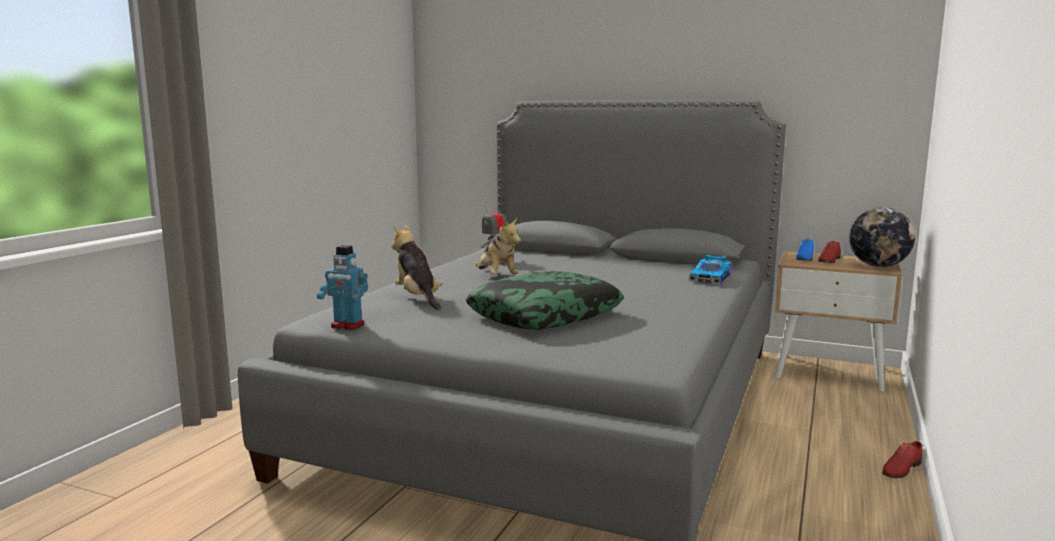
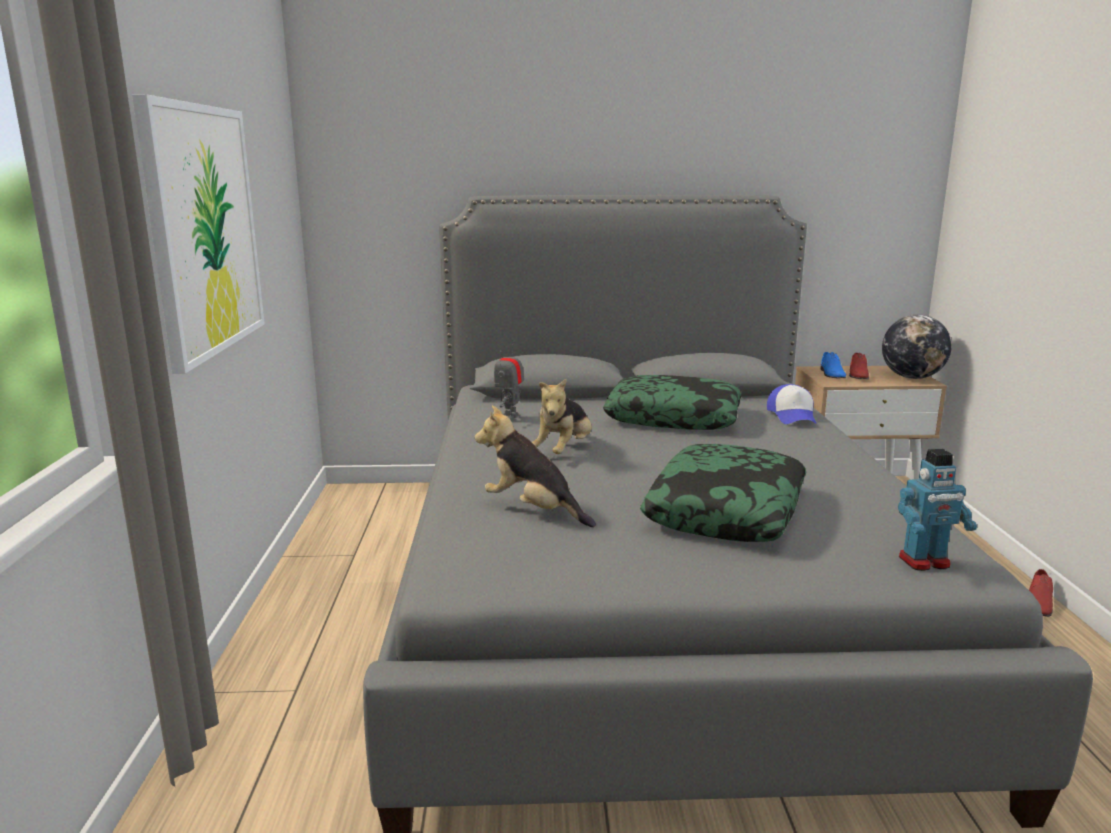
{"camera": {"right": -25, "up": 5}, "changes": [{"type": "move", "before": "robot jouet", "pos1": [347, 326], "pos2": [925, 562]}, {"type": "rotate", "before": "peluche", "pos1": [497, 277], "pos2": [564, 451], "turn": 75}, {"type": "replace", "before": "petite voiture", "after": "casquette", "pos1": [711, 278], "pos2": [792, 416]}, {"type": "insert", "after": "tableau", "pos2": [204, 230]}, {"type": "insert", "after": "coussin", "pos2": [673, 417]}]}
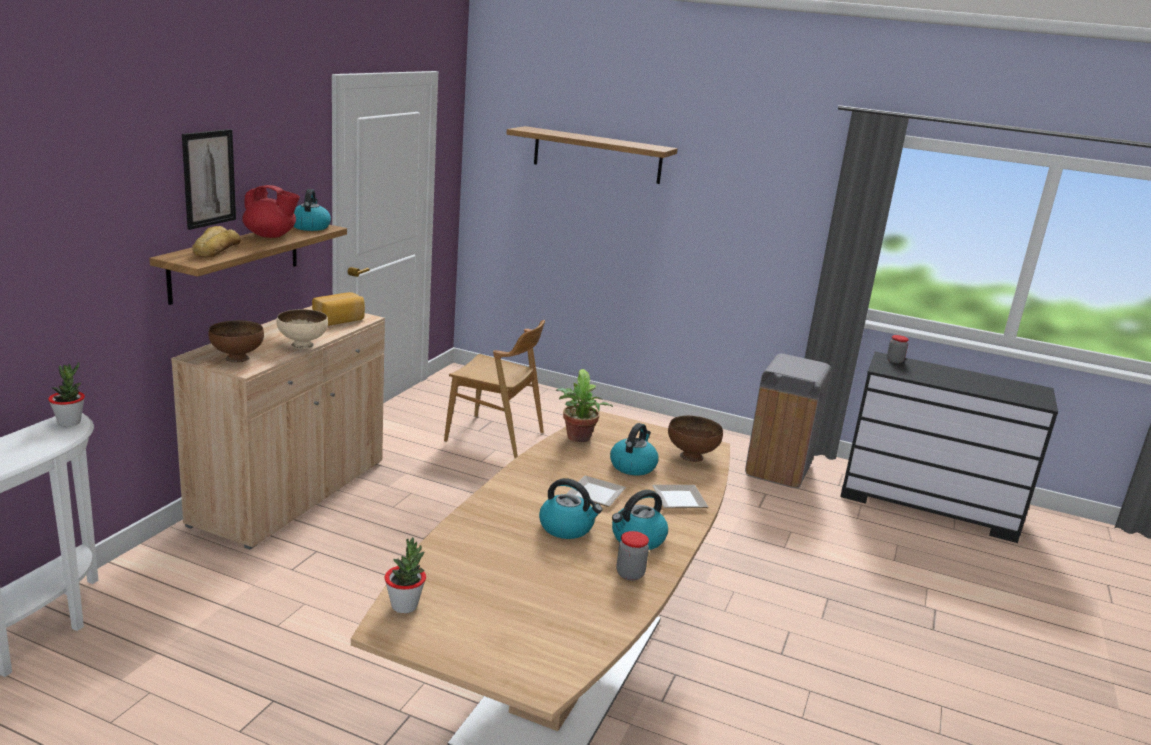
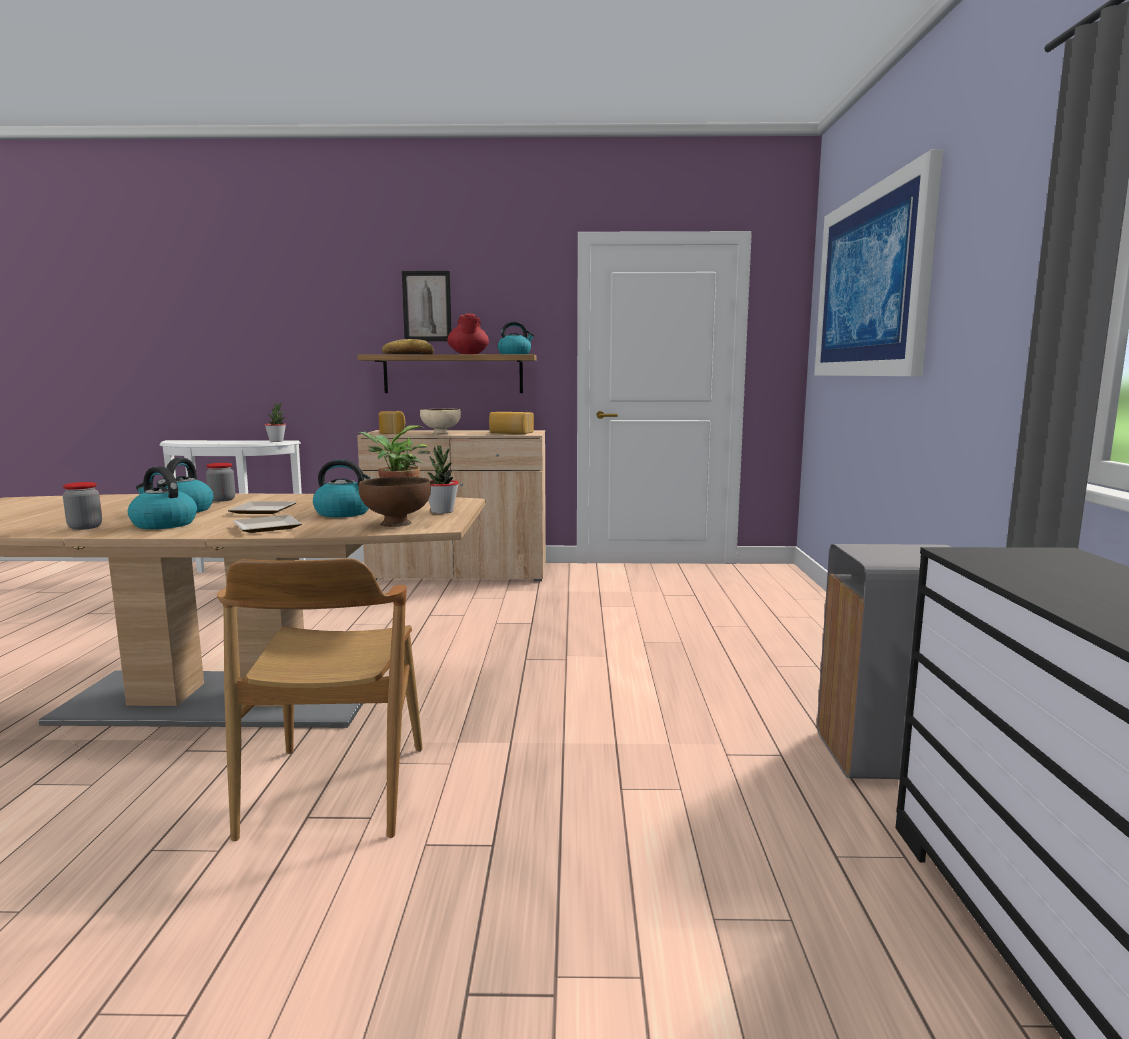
{"camera": {"right": 70, "up": -10}, "changes": [{"type": "replace", "before": "bol/marron", "after": "pain", "pos1": [238, 358], "pos2": [393, 432]}, {"type": "move", "before": "plante en pot", "pos1": [404, 606], "pos2": [442, 511]}, {"type": "move", "before": "chaise/marron", "pos1": [495, 437], "pos2": [335, 791]}, {"type": "replace", "before": "étagère", "after": "tableau", "pos1": [597, 155], "pos2": [871, 284]}, {"type": "move", "before": "bocal", "pos1": [894, 361], "pos2": [222, 500]}]}
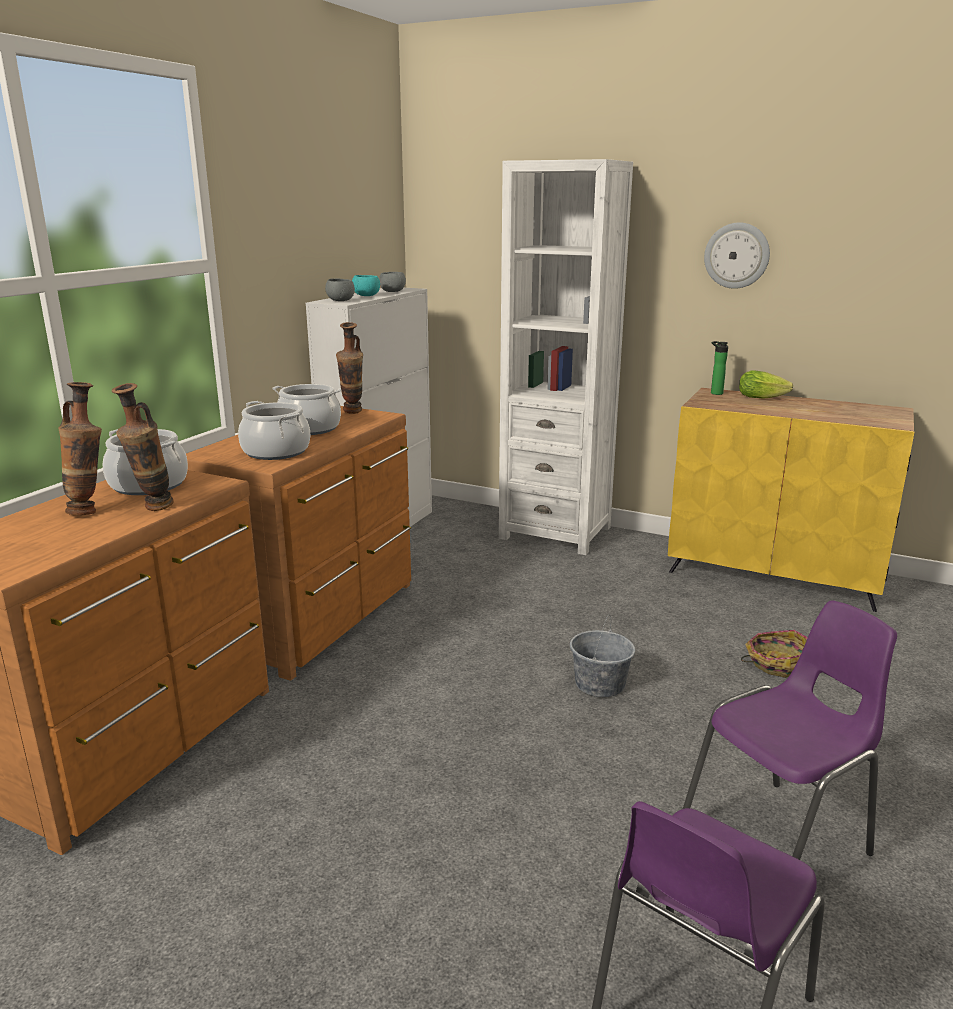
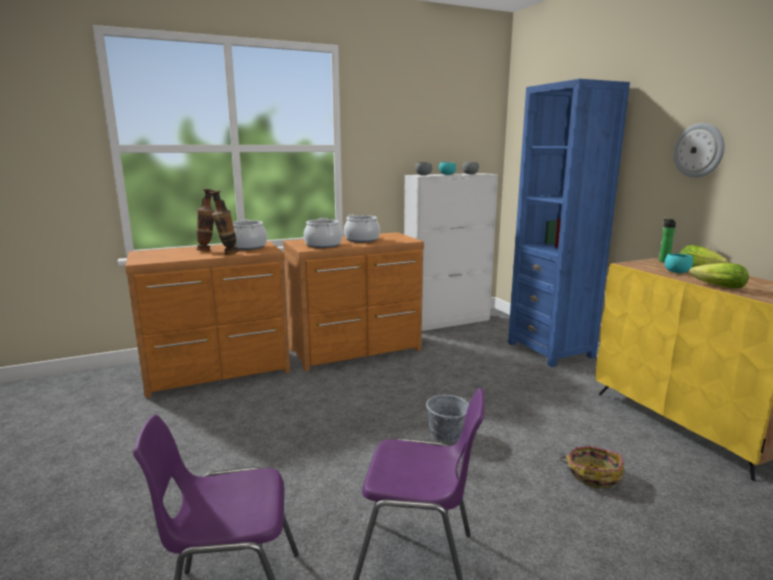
{"camera": {"right": 40, "up": -5}, "changes": [{"type": "delete", "before": "vase", "pos1": [352, 413]}, {"type": "recolor", "before": "bibliothèque/blanc", "after": "bibliothèque/bleu", "pos1": [555, 532], "pos2": [550, 350]}, {"type": "insert", "after": "bol/turquoise", "pos2": [677, 272]}, {"type": "insert", "after": "laitue", "pos2": [715, 286]}]}
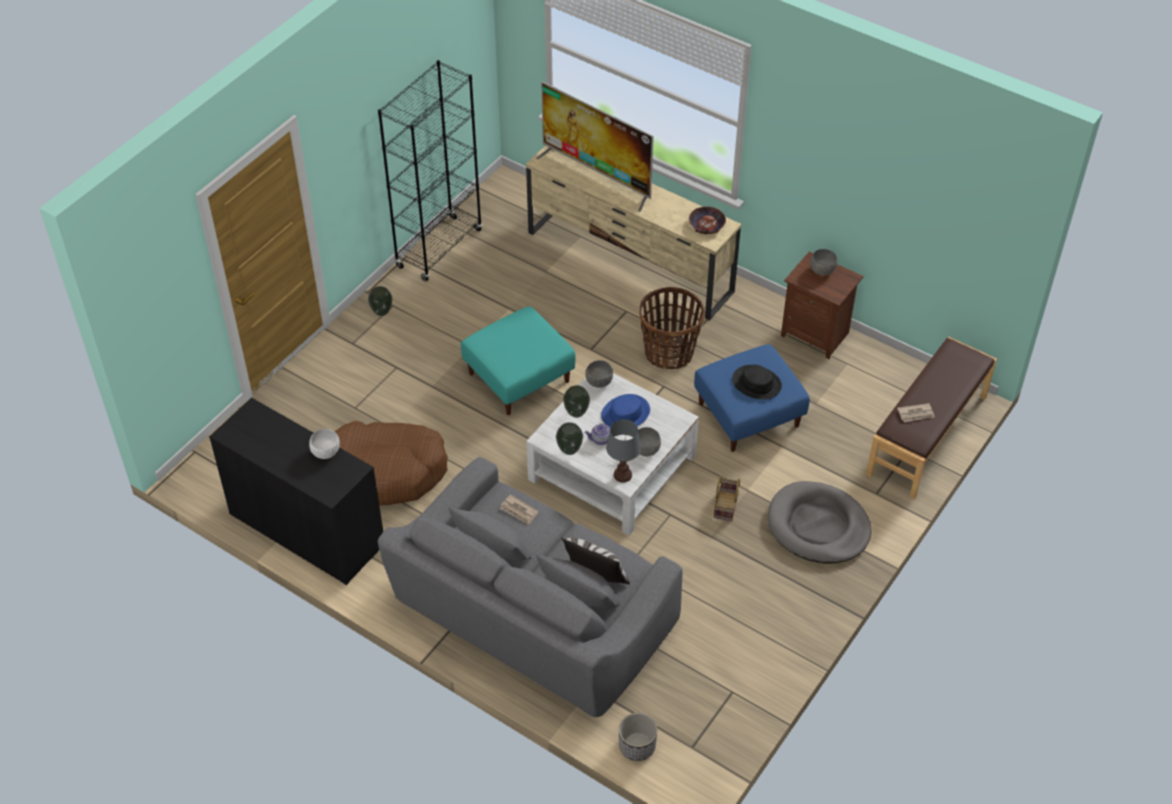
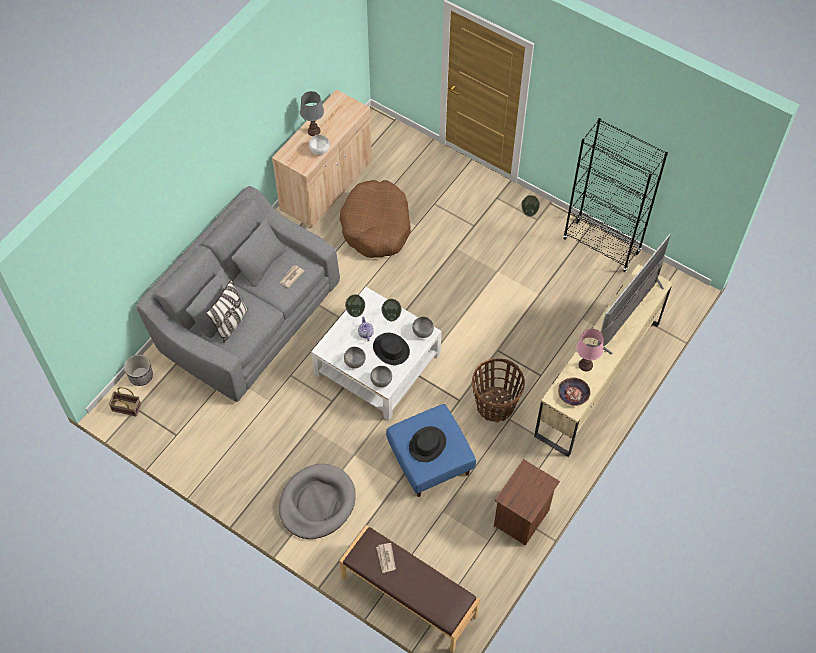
{"camera": {"right": 90, "up": 10}, "changes": [{"type": "recolor", "before": "meuble de rangement/noir", "after": "meuble de rangement/beige", "pos1": [307, 530], "pos2": [326, 186]}, {"type": "delete", "before": "pouf/turquoise", "pos1": [519, 377]}, {"type": "recolor", "before": "chapeau/bleu", "after": "chapeau/noir", "pos1": [625, 413], "pos2": [391, 349]}, {"type": "move", "before": "lampe de table/gris", "pos1": [622, 475], "pos2": [313, 131]}, {"type": "move", "before": "panier", "pos1": [726, 507], "pos2": [125, 408]}, {"type": "move", "before": "bol/gris", "pos1": [822, 270], "pos2": [381, 381]}, {"type": "insert", "after": "lampe de table/rose", "pos2": [586, 365]}]}
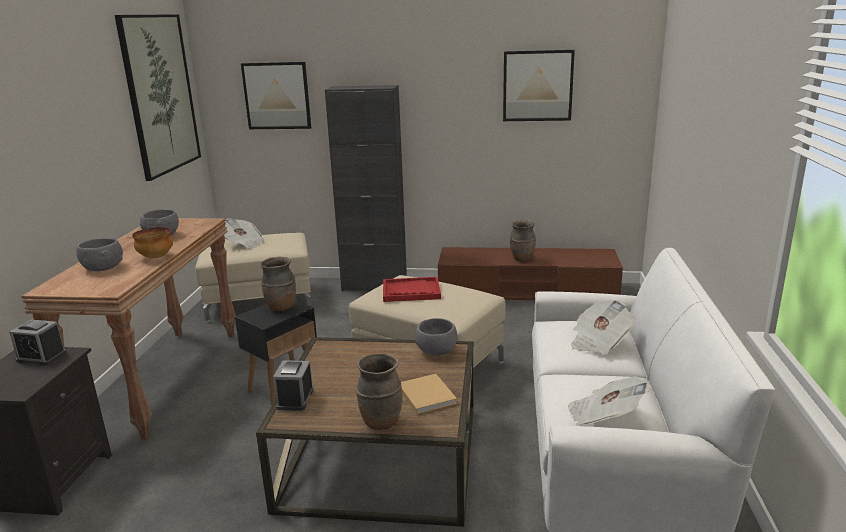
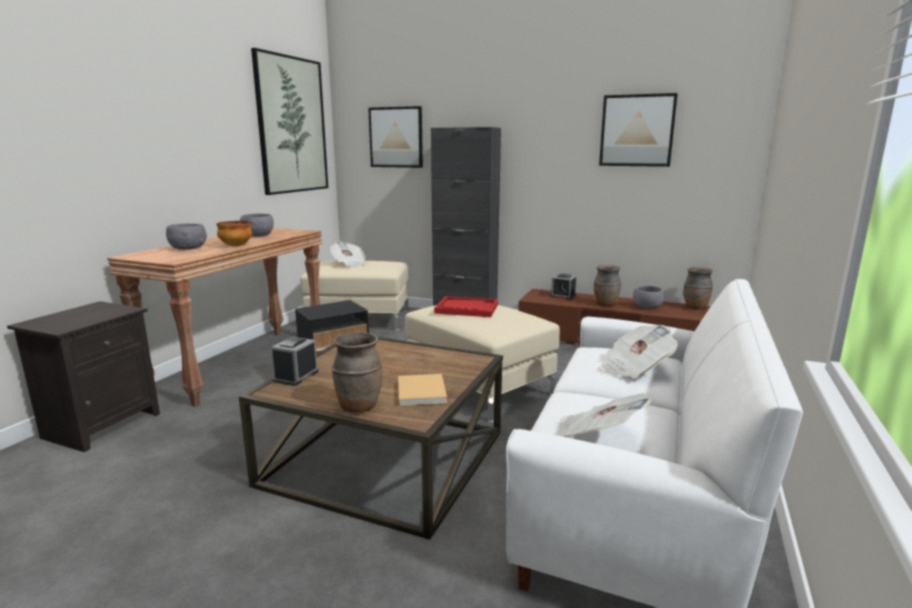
{"camera": {"right": 15, "up": -5}, "changes": [{"type": "move", "before": "réveil", "pos1": [41, 357], "pos2": [563, 296]}, {"type": "move", "before": "vase/marron", "pos1": [281, 308], "pos2": [695, 307]}, {"type": "move", "before": "bol/gris", "pos1": [436, 351], "pos2": [646, 307]}]}
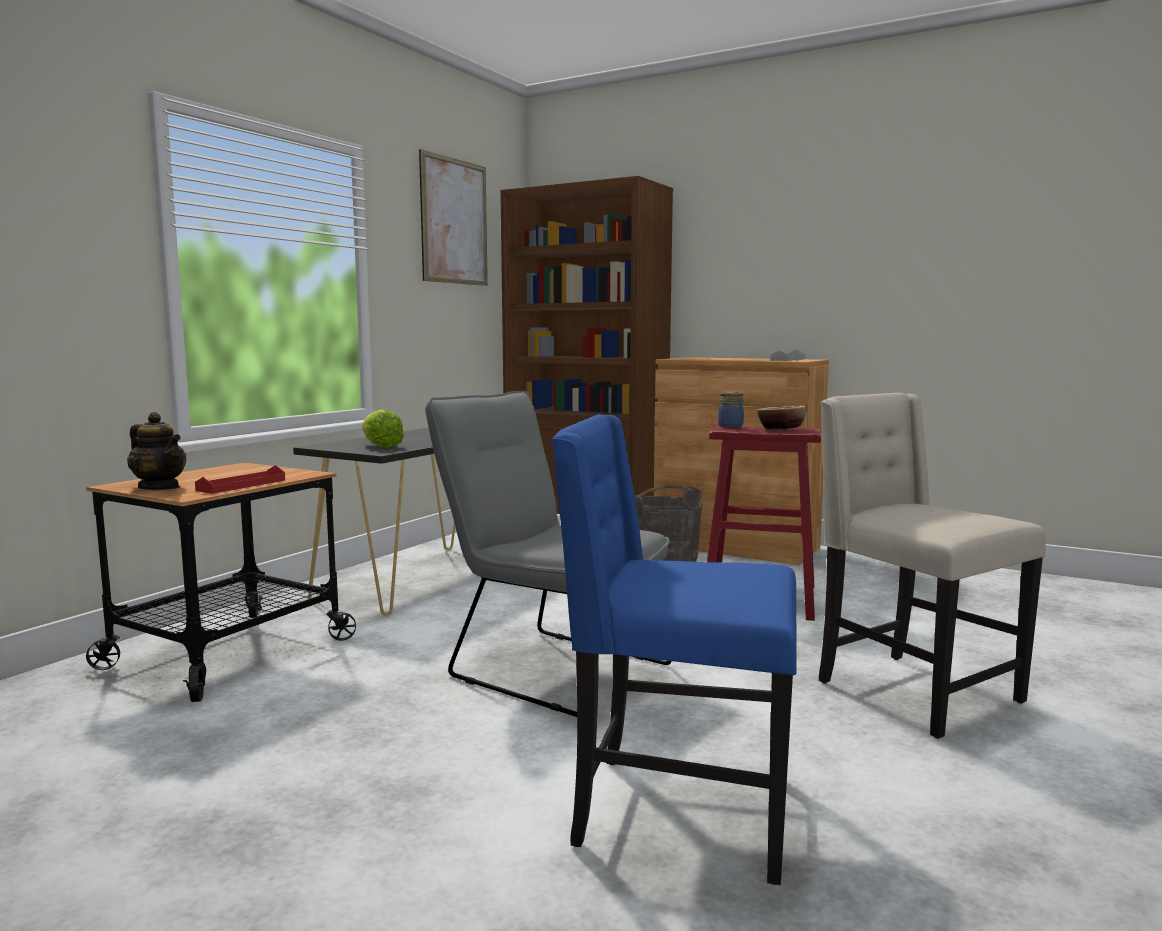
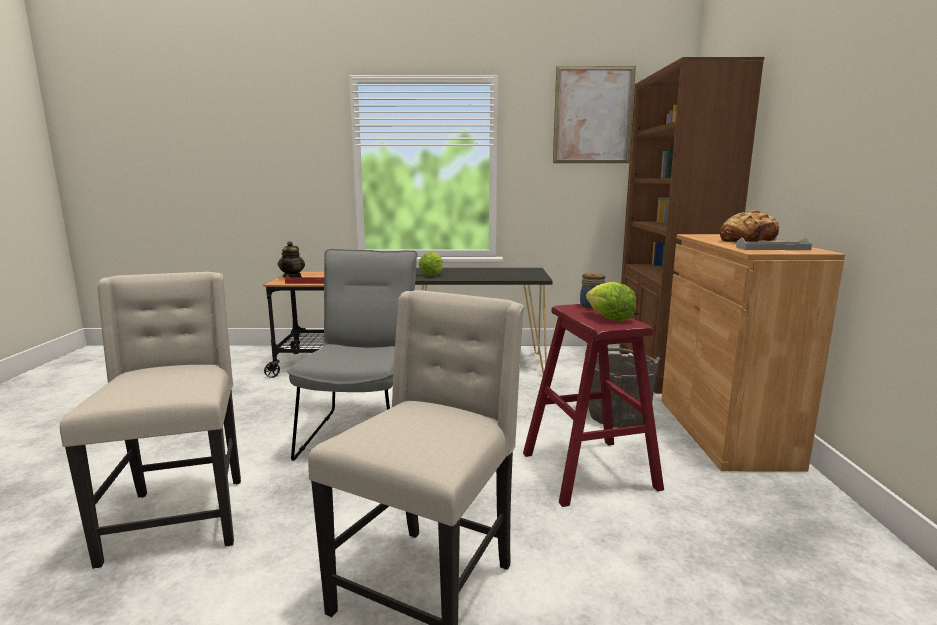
{"camera": {"right": 60, "up": 5}, "changes": [{"type": "recolor", "before": "chaise/bleu", "after": "chaise/beige", "pos1": [677, 812], "pos2": [180, 517]}, {"type": "replace", "before": "bol", "after": "laitue", "pos1": [781, 429], "pos2": [608, 318]}, {"type": "insert", "after": "pain", "pos2": [748, 241]}]}
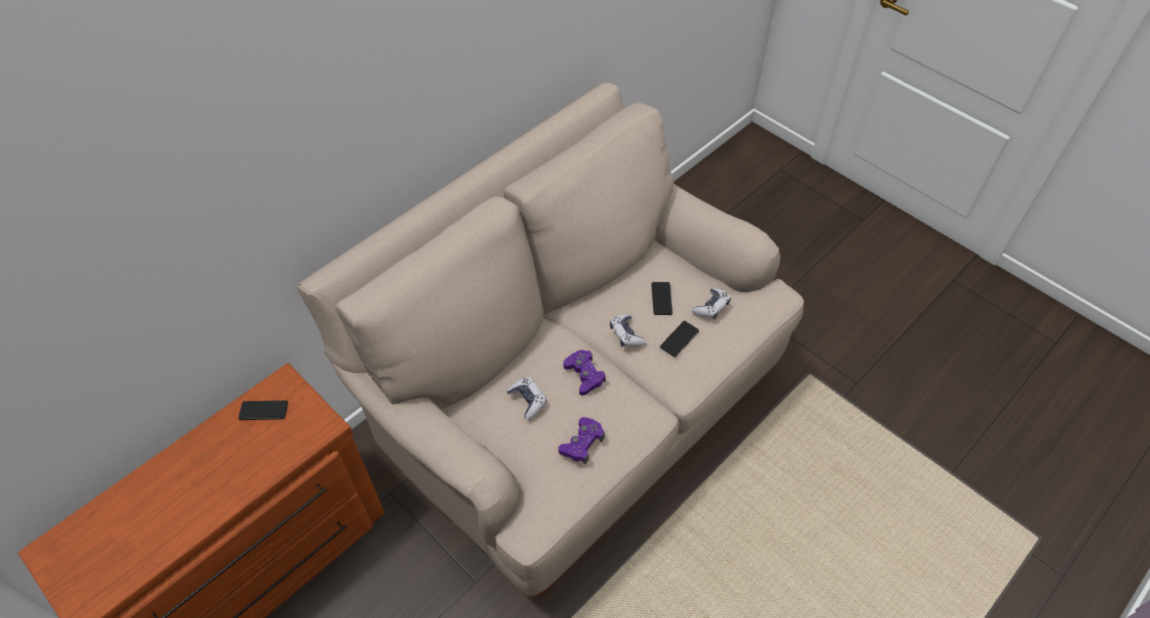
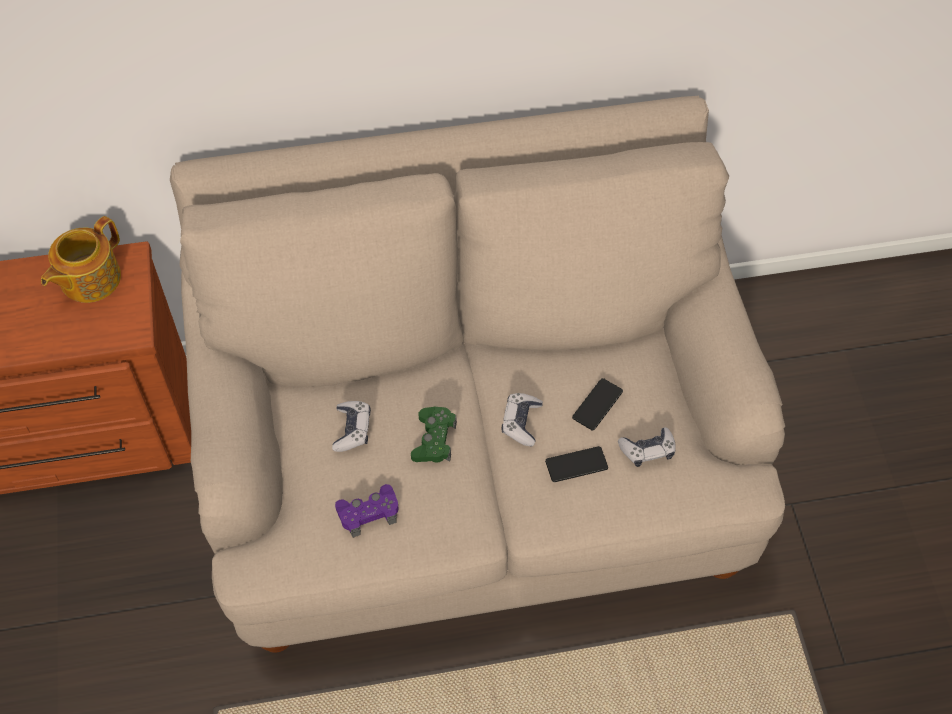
{"camera": {"right": 35, "up": 5}, "changes": [{"type": "replace", "before": "téléphone", "after": "théière", "pos1": [263, 410], "pos2": [89, 279]}, {"type": "recolor", "before": "manette/violet", "after": "manette/vert", "pos1": [584, 375], "pos2": [434, 439]}]}
